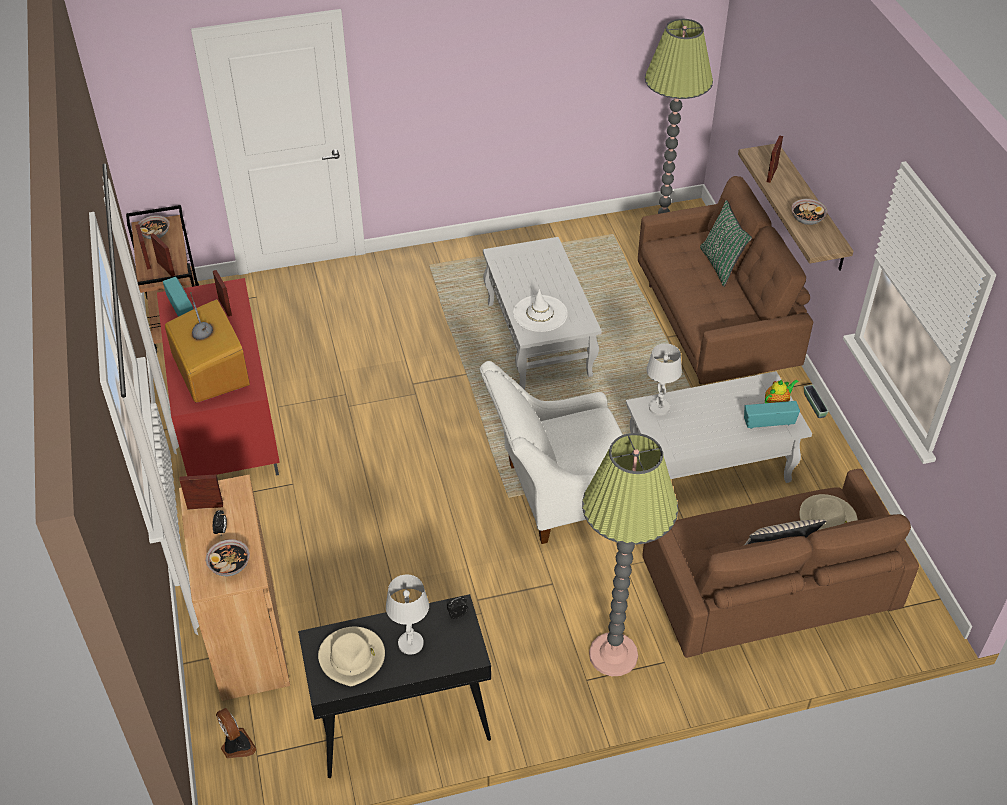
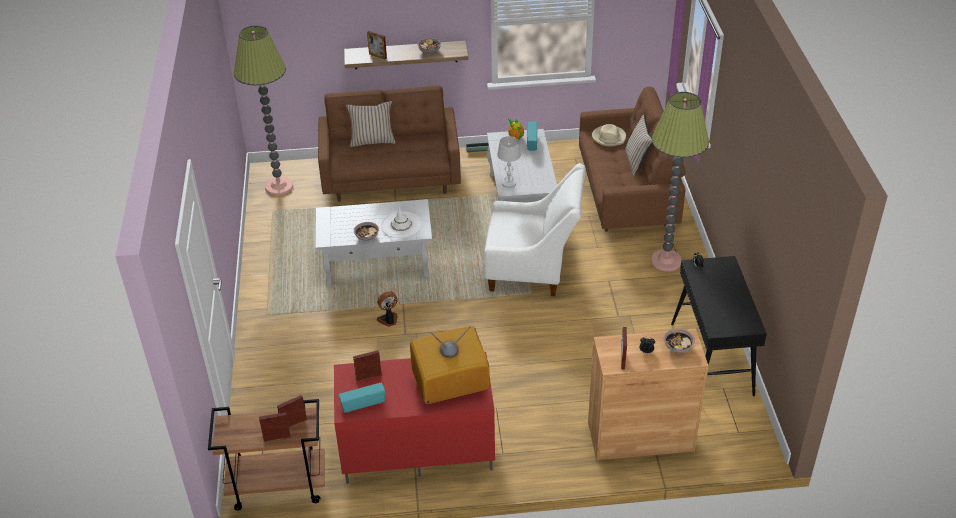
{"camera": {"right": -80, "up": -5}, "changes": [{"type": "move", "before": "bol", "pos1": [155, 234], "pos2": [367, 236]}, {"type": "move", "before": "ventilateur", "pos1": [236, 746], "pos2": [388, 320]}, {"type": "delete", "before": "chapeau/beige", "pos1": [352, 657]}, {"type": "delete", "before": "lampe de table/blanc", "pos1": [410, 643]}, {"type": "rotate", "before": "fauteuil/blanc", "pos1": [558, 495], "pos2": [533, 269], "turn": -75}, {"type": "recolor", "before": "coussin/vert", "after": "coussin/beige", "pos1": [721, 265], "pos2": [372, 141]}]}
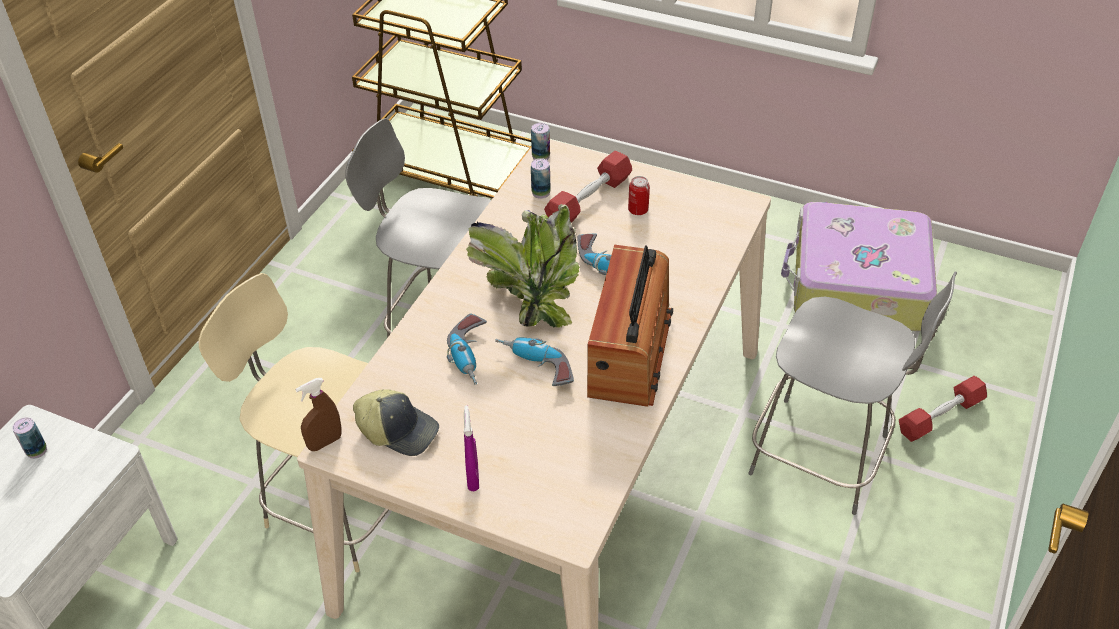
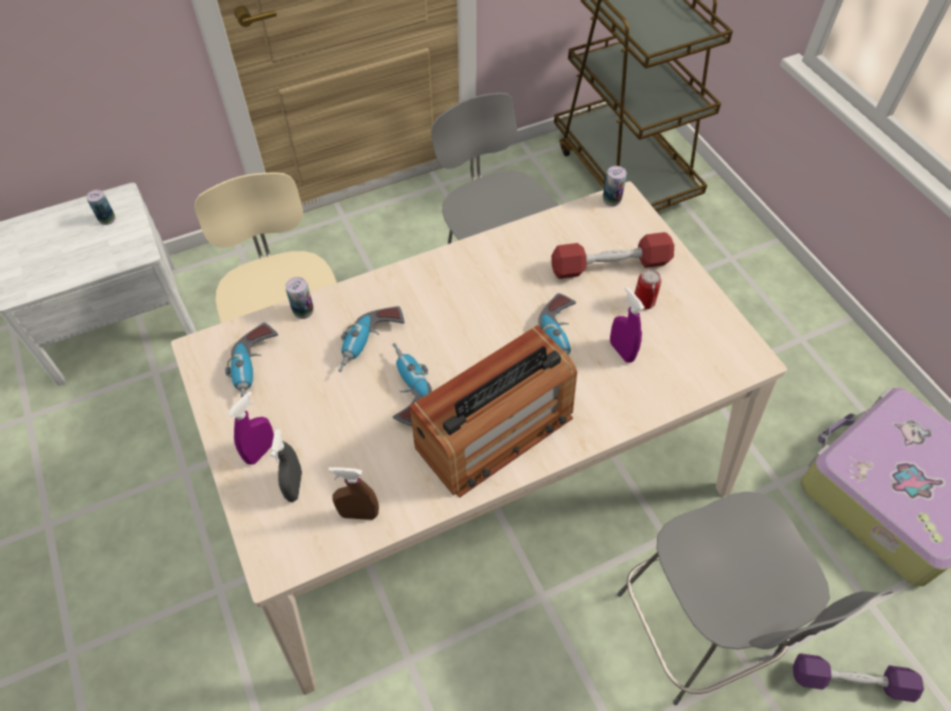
{"camera": {"right": 40, "up": 10}, "changes": [{"type": "move", "before": "vaporisateur/marron", "pos1": [325, 442], "pos2": [359, 514]}, {"type": "replace", "before": "casquette", "after": "perceuse", "pos1": [398, 430], "pos2": [255, 369]}, {"type": "delete", "before": "plante en pot", "pos1": [531, 297]}, {"type": "move", "before": "boîte métallique", "pos1": [541, 193], "pos2": [303, 311]}, {"type": "recolor", "before": "haltère/rouge", "after": "haltère/violet", "pos1": [940, 416], "pos2": [850, 681]}, {"type": "insert", "after": "vaporisateur/gris", "pos2": [294, 486]}, {"type": "insert", "after": "vaporisateur/violet", "pos2": [621, 351]}]}
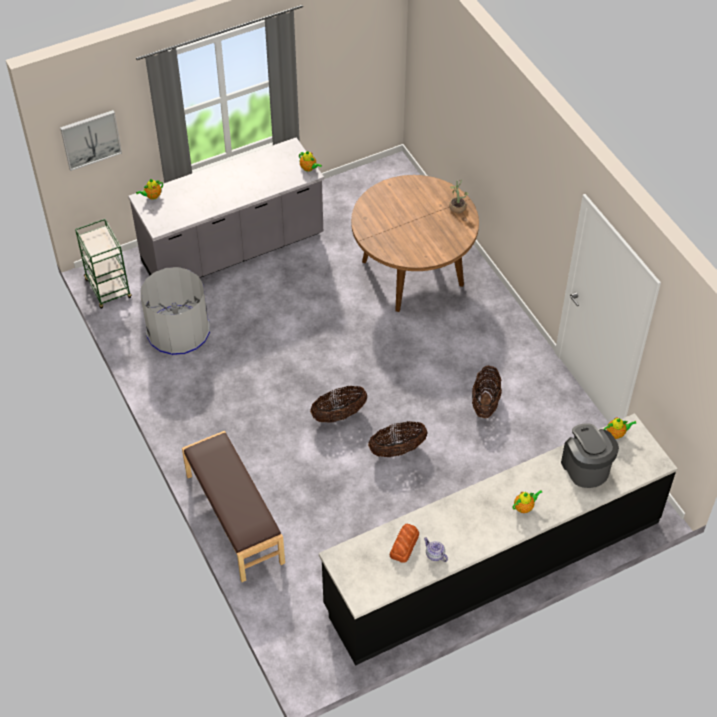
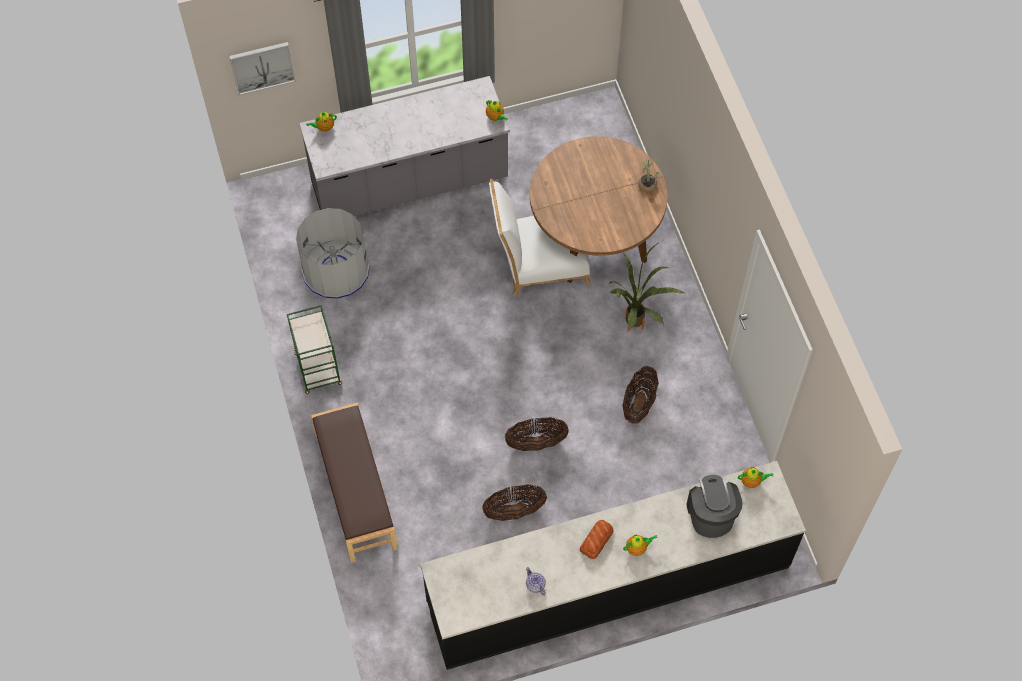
{"camera": {"right": 10, "up": 10}, "changes": [{"type": "move", "before": "chariot/vert", "pos1": [108, 289], "pos2": [318, 370]}, {"type": "move", "before": "panier", "pos1": [339, 415], "pos2": [514, 510]}, {"type": "move", "before": "pain", "pos1": [404, 545], "pos2": [597, 540]}, {"type": "insert", "after": "chaise/blanc", "pos2": [539, 262]}, {"type": "insert", "after": "plante en pot", "pos2": [633, 329]}]}
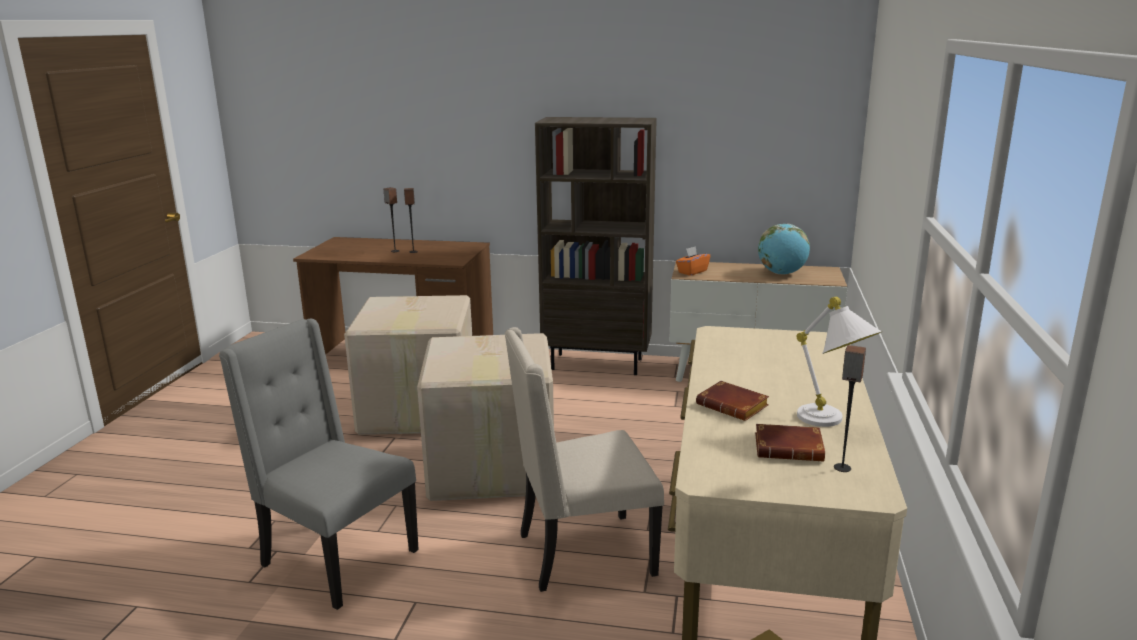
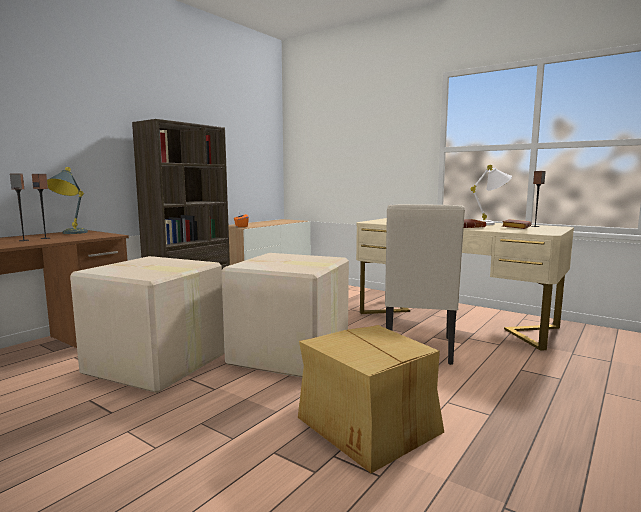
{"camera": {"right": -65, "up": -10}, "changes": [{"type": "replace", "before": "chaise/gris", "after": "carton", "pos1": [335, 559], "pos2": [370, 426]}, {"type": "delete", "before": "globe", "pos1": [782, 273]}, {"type": "insert", "after": "lampe de table/gris", "pos2": [69, 233]}]}
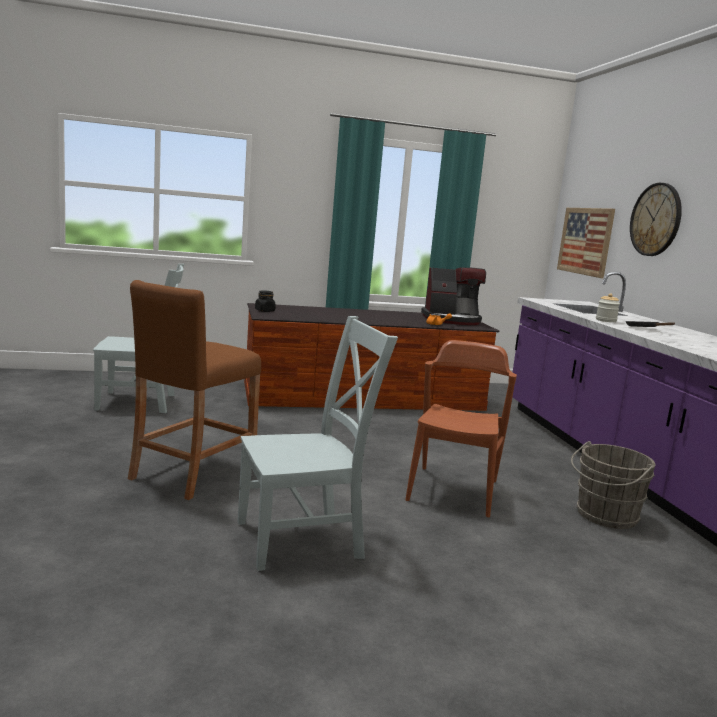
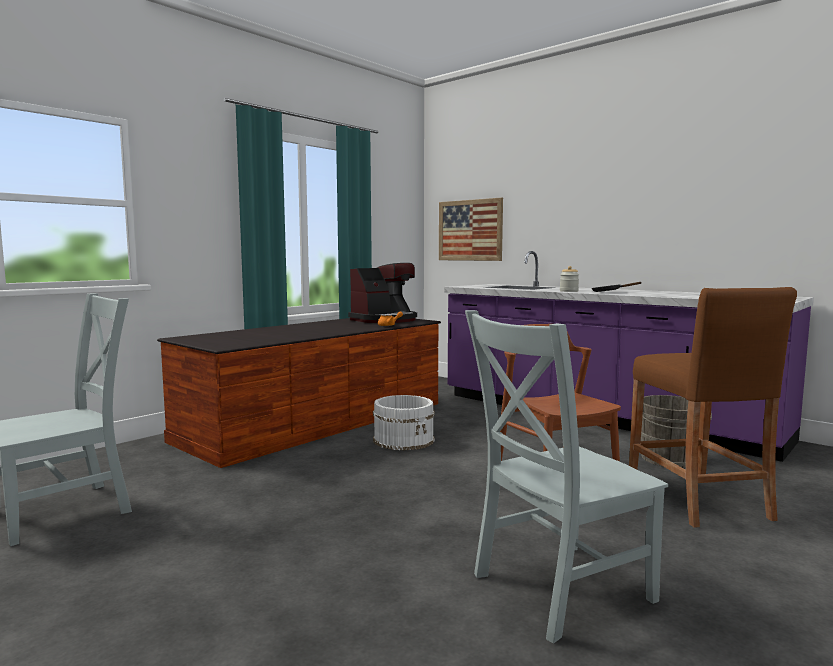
{"camera": {"right": -35, "up": -5}, "changes": [{"type": "move", "before": "tabouret/marron", "pos1": [193, 472], "pos2": [696, 499]}, {"type": "rotate", "before": "chaise/gris", "pos1": [305, 539], "pos2": [556, 589], "turn": -150}, {"type": "delete", "before": "bocal/noir", "pos1": [265, 311]}, {"type": "delete", "before": "horloge murale", "pos1": [656, 219]}, {"type": "insert", "after": "seau/blanc", "pos2": [404, 440]}]}
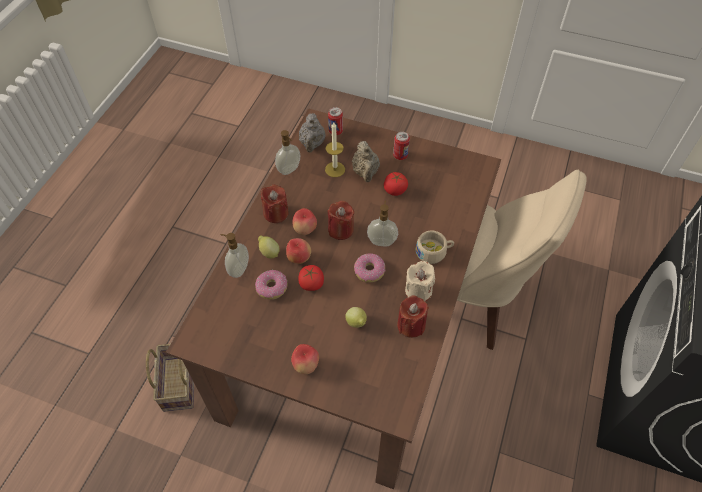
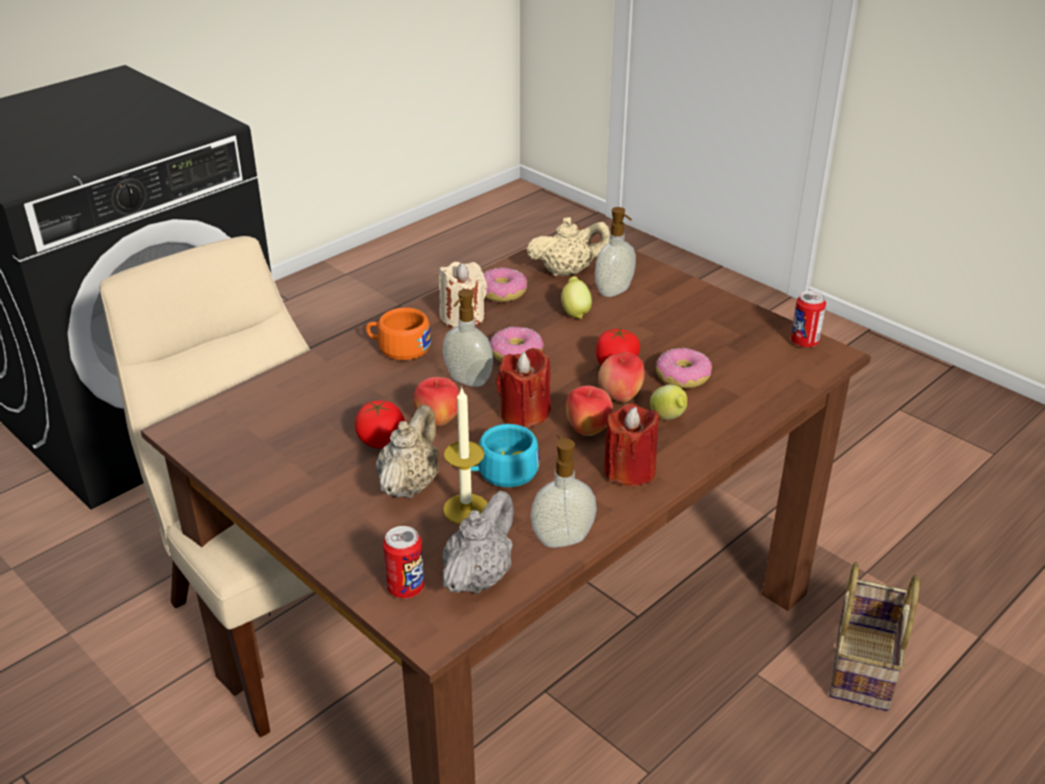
{"camera": {"right": -155, "up": -20}, "changes": [{"type": "move", "before": "distributeur de savon", "pos1": [238, 269], "pos2": [615, 292]}, {"type": "move", "before": "pomme", "pos1": [306, 365], "pos2": [438, 421]}, {"type": "move", "before": "boîte métallique", "pos1": [400, 155], "pos2": [804, 342]}, {"type": "replace", "before": "bougie/rouge", "after": "beignet", "pos1": [411, 325], "pos2": [502, 293]}, {"type": "recolor", "before": "tasse/beige", "after": "tasse/orange", "pos1": [434, 252], "pos2": [398, 348]}, {"type": "insert", "after": "tasse/turquoise", "pos2": [500, 472]}, {"type": "insert", "after": "théière/beige", "pos2": [568, 272]}]}
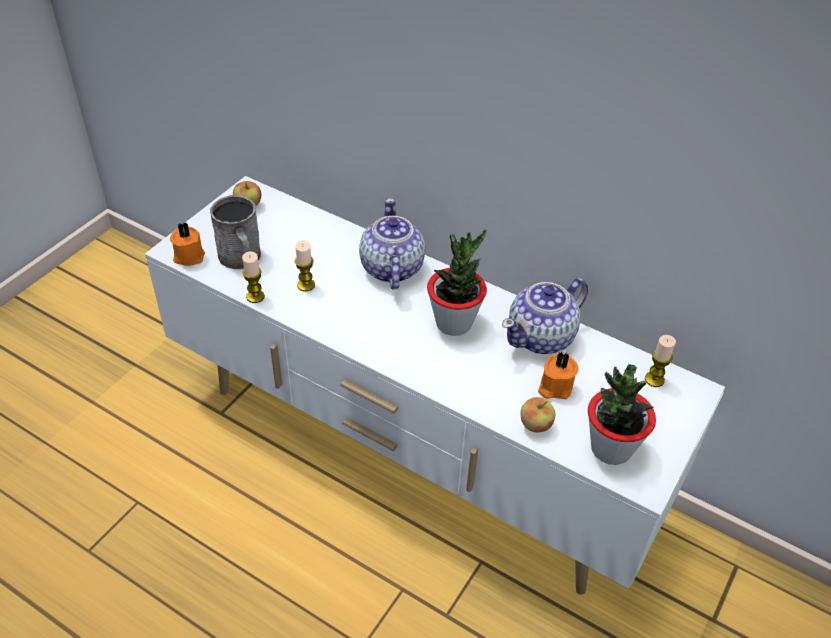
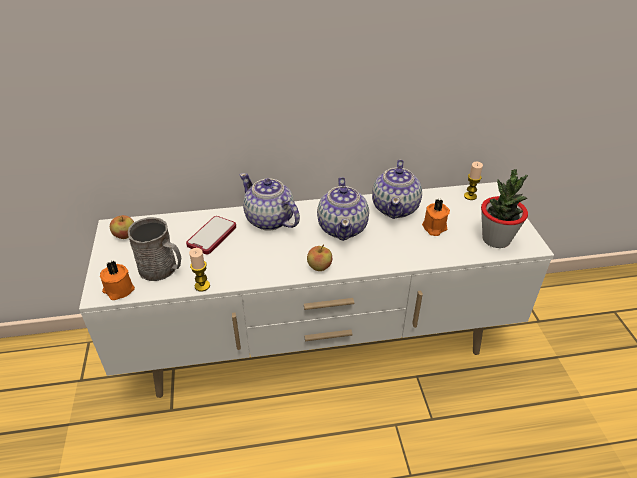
{"camera": {"right": -40, "up": -5}, "changes": [{"type": "delete", "before": "bougie", "pos1": [306, 285]}, {"type": "replace", "before": "plante en pot", "after": "théière", "pos1": [454, 323], "pos2": [343, 228]}, {"type": "move", "before": "pomme", "pos1": [535, 425], "pos2": [319, 267]}, {"type": "insert", "after": "téléphone", "pos2": [212, 236]}]}
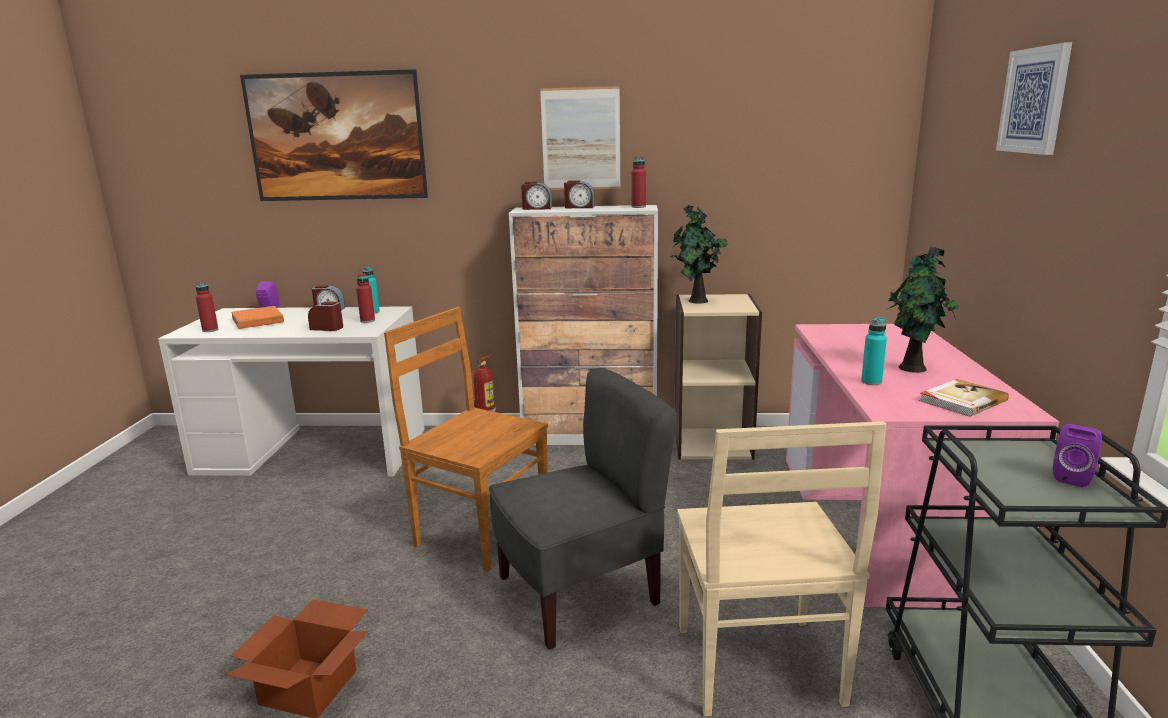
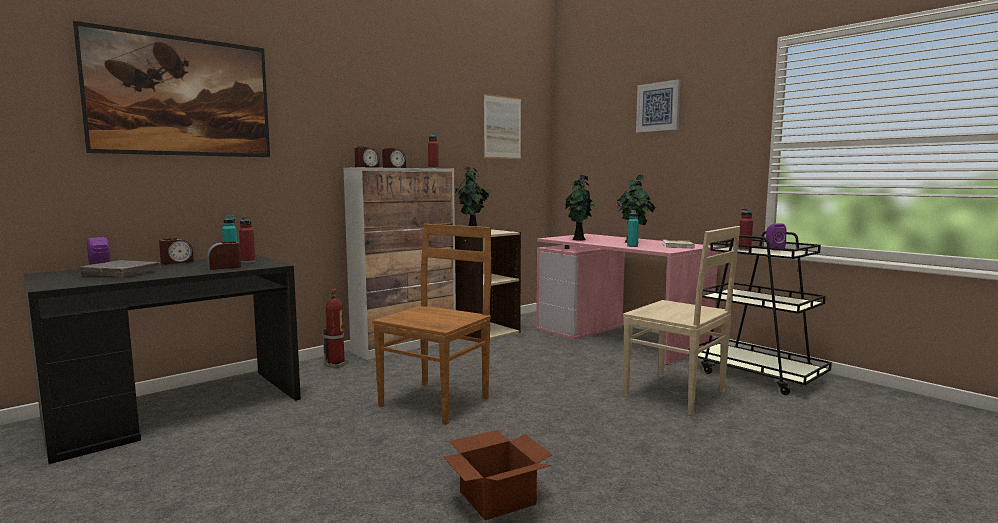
{"camera": {"right": -45, "up": -10}, "changes": [{"type": "recolor", "before": "bureau/blanc", "after": "bureau/noir", "pos1": [313, 450], "pos2": [176, 409]}, {"type": "move", "before": "bouteille/rouge", "pos1": [210, 330], "pos2": [744, 250]}, {"type": "recolor", "before": "livre/orange", "after": "livre/gris", "pos1": [258, 321], "pos2": [121, 273]}, {"type": "rotate", "before": "chaise/marron", "pos1": [479, 532], "pos2": [436, 401], "turn": 135}, {"type": "delete", "before": "chaise/gris", "pos1": [579, 593]}, {"type": "move", "before": "tableau", "pos1": [581, 139], "pos2": [502, 127]}, {"type": "insert", "after": "plante en pot", "pos2": [579, 239]}]}
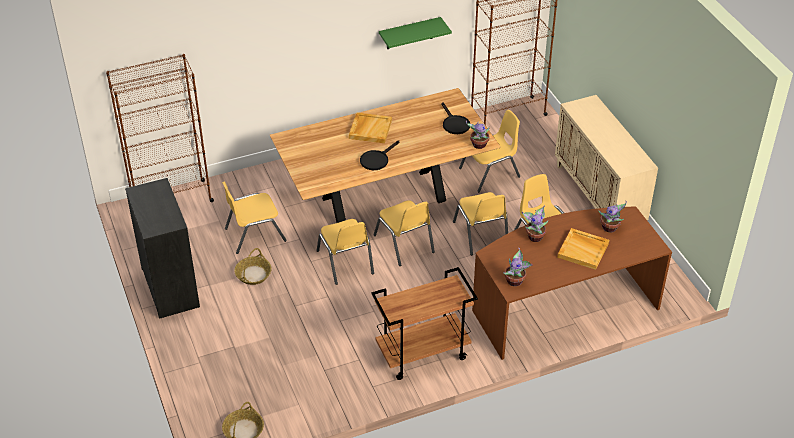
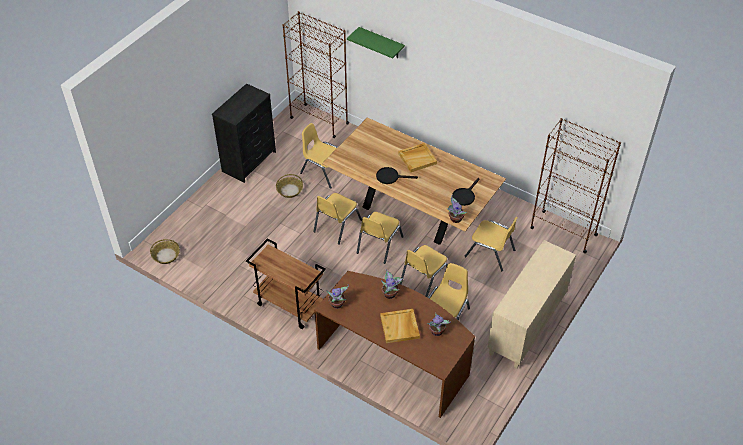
{"camera": {"right": 55, "up": 5}, "changes": [{"type": "move", "before": "étagère/vert", "pos1": [409, 33], "pos2": [381, 43]}]}
